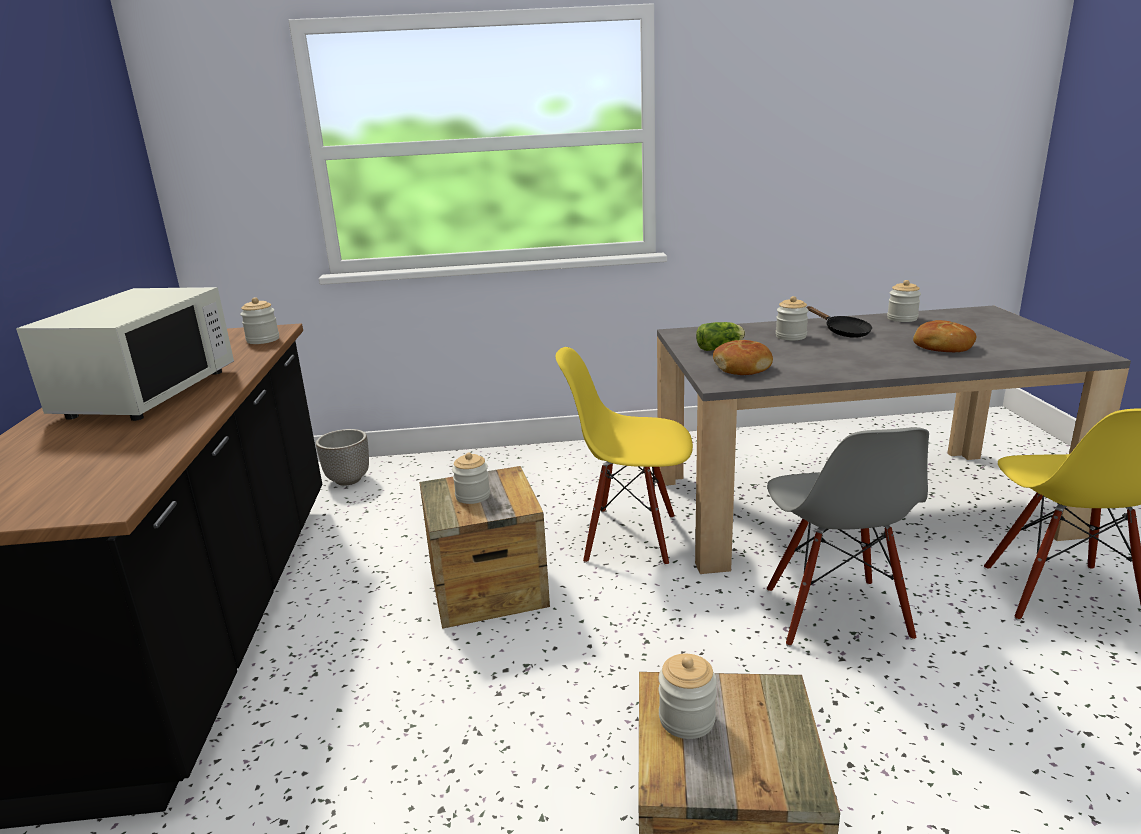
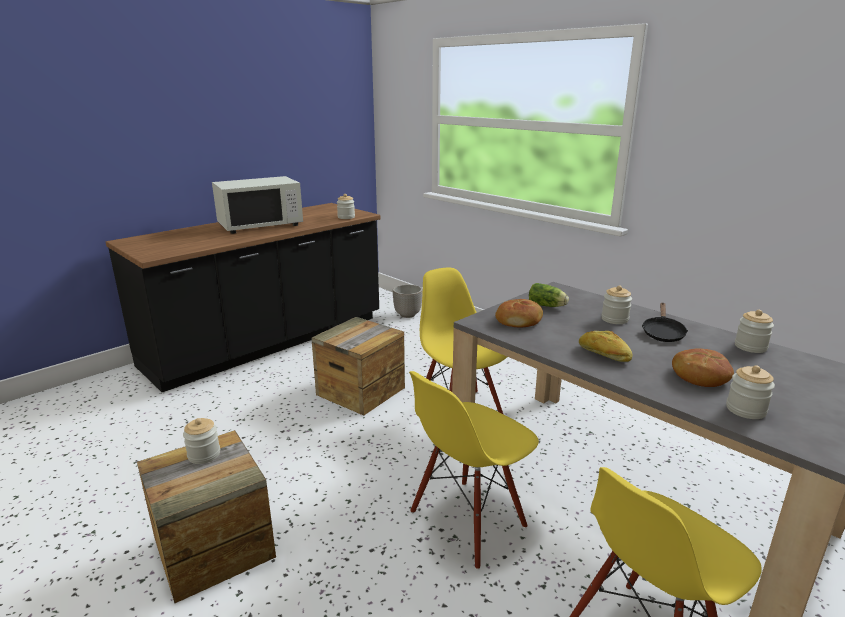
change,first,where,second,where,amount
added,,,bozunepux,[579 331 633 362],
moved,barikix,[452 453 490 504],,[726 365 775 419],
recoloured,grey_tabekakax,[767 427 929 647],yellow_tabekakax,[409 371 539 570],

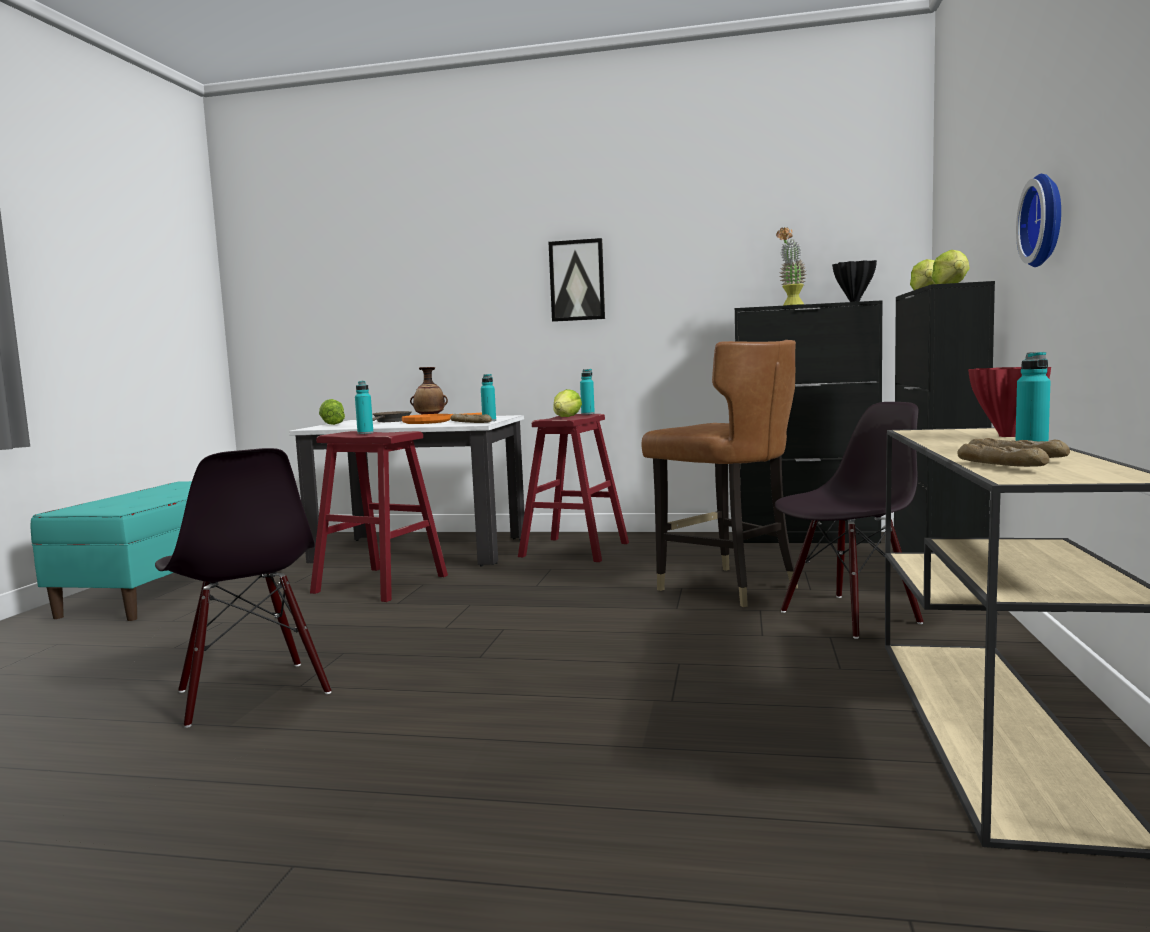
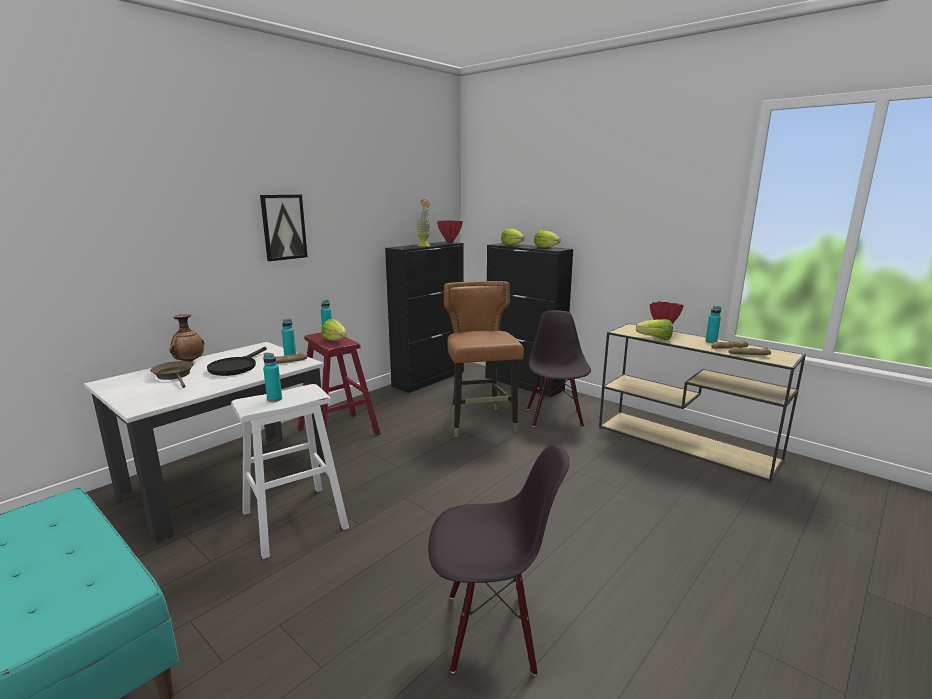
change,first,where,second,where,amount
removed,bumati,[1016 174 1061 267],,,
moved,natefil,[319 399 345 425],,[636 319 673 340],
recoloured,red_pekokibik,[310 431 448 602],white_pekokibik,[231 384 349 559],
recoloured,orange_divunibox,[402 413 482 424],black_divunibox,[207 347 267 376],
recoloured,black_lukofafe,[832 260 877 302],red_lukofafe,[437 220 463 244],
turned,brown_tabekakax,[641 340 798 607],,[444 281 524 437],90 degrees counterclockwise

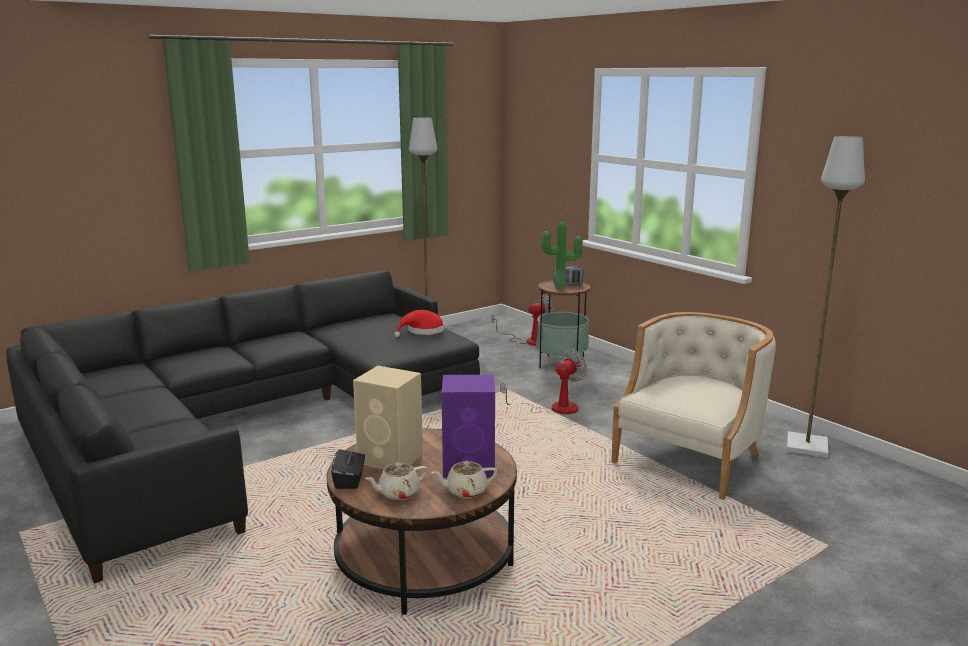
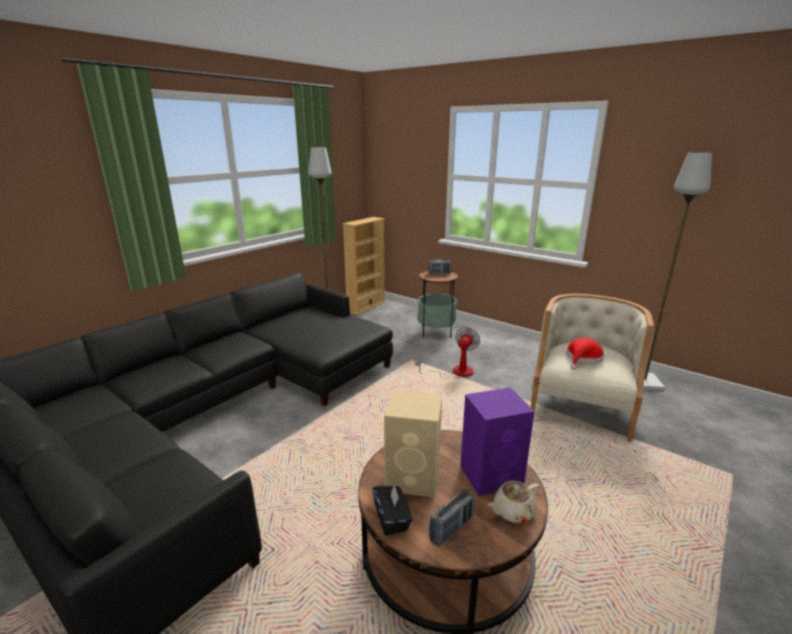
change,first,where,second,where,amount
removed,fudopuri,[492 295 554 346],,,
removed,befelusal,[542 222 583 290],,,
added,,,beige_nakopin,[342 217 386 315],
moved,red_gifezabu,[394 310 444 337],,[566 338 605 370],
replaced,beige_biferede,[365 462 428 500],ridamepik,[429 488 475 547],

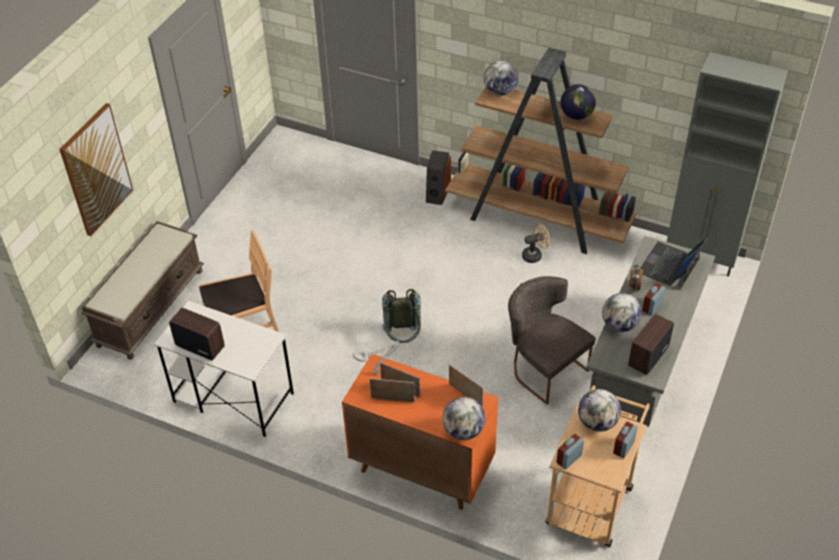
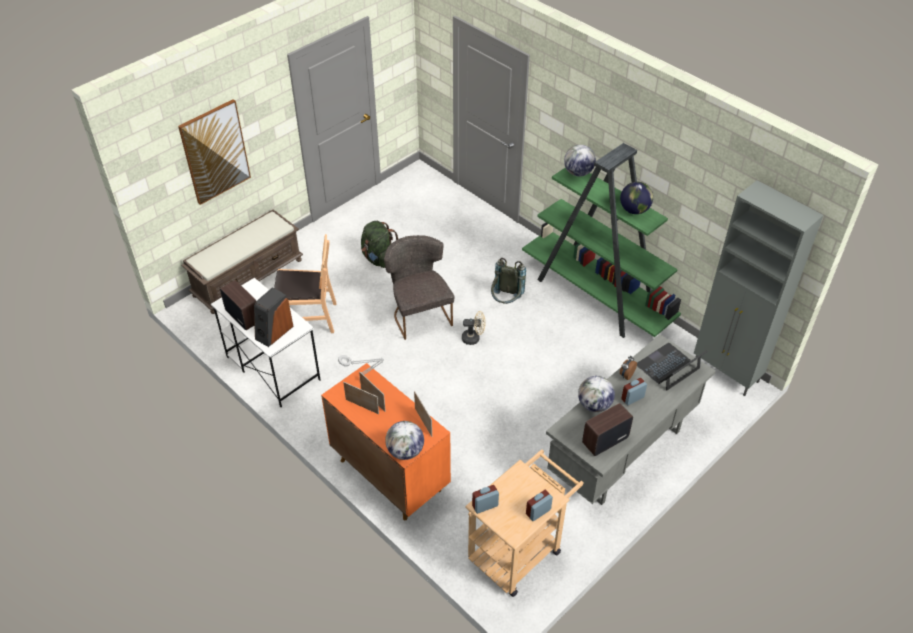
change,first,where,second,where,amount
removed,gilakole,[578 389 621 432],,,
added,,,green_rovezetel,[361 221 398 268],
moved,grey_rovezetel,[382 289 421 343],,[491 258 526 304],
moved,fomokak,[426 150 451 205],,[254 287 293 347],
moved,grey_tabekakax,[508 276 596 405],,[384 235 455 340],
moved,beige_fudopuri,[522 224 550 263],,[462 311 486 345],
recoloured,brown_nakopin,[445 48 637 254],green_nakopin,[522 143 681 338],

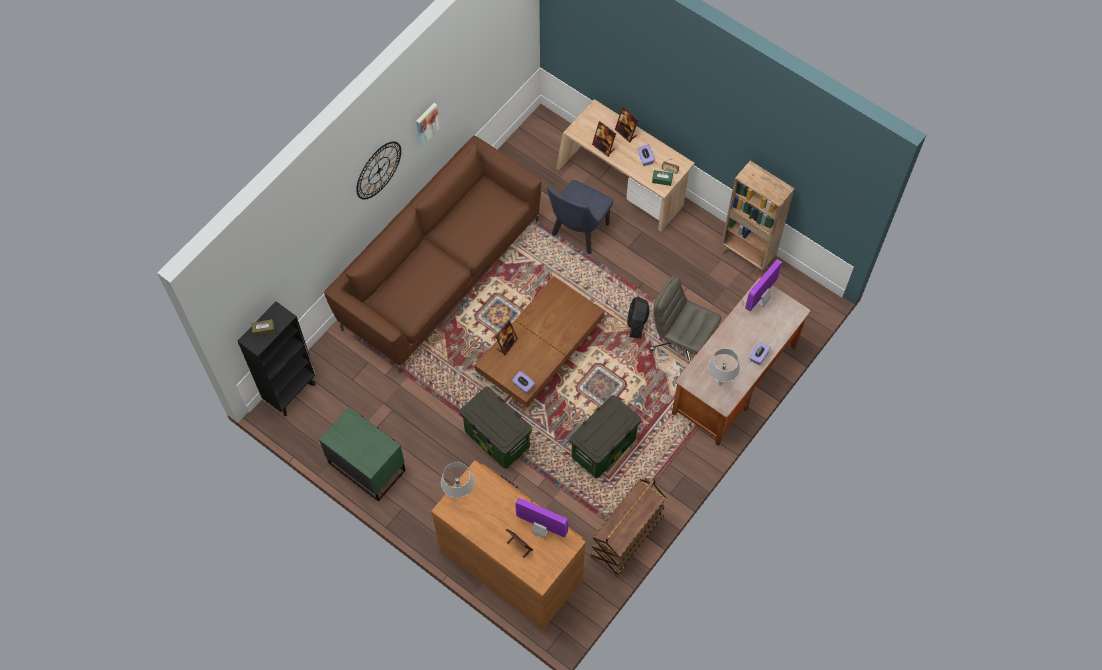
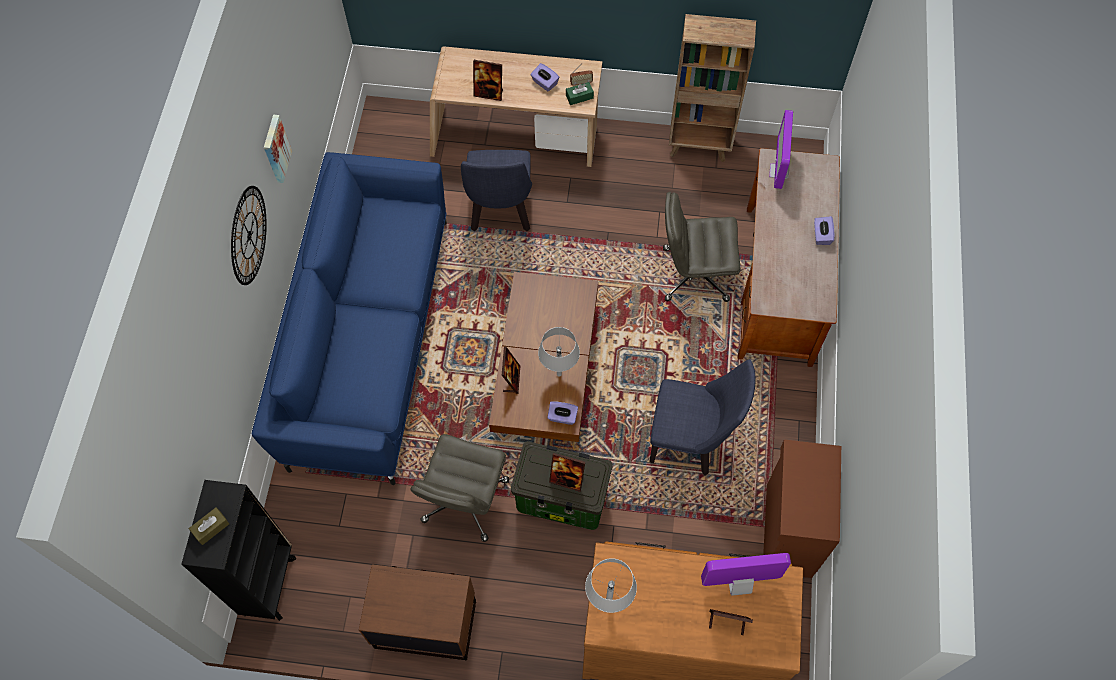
change,first,where,second,where,amount
removed,black_fudopuri,[627 297 650 339],,,
added,,,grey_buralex,[410 434 509 542],
moved,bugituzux,[615 106 638 143],,[549 453 585 492],
moved,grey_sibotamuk,[708 348 740 386],,[538 327 580 377],
replaced,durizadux,[570 395 641 478],blue_tabekakax,[650 359 756 476],
replaced,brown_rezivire,[591 479 666 577],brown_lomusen,[763 440 841 578],
recoloured,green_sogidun,[319 407 406 501],brown_sogidun,[359 564 476 660],
recoloured,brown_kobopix,[324 136 541 373],blue_kobopix,[252 152 447 485],

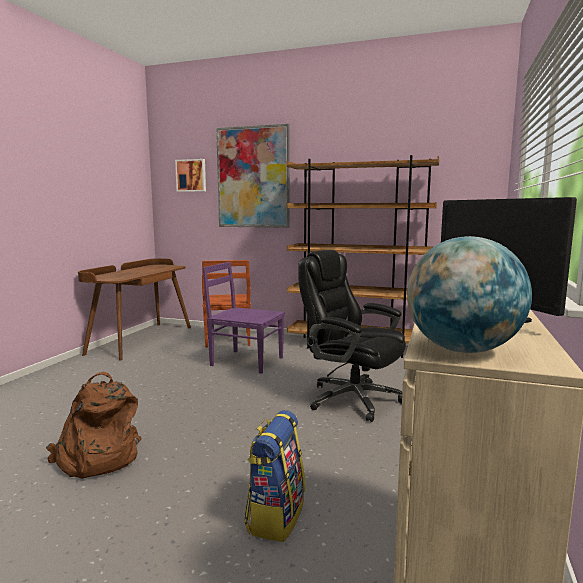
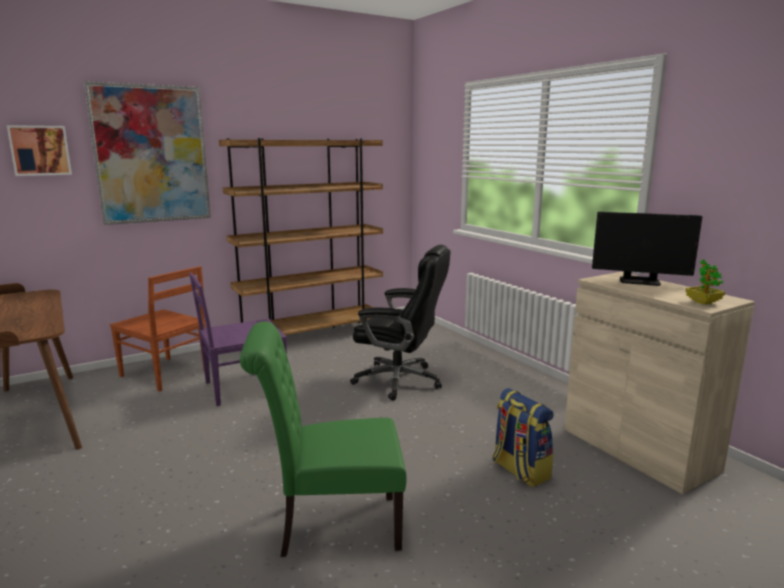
change,first,where,second,where,amount
replaced,brown_rovezetel,[46 371 141 478],green_tabekakax,[240 322 407 557],
replaced,gilakole,[407 236 532 353],befelusal,[685 259 725 305],
turned,black_buralex,[298 250 406 422],,[350 245 451 401],150 degrees counterclockwise

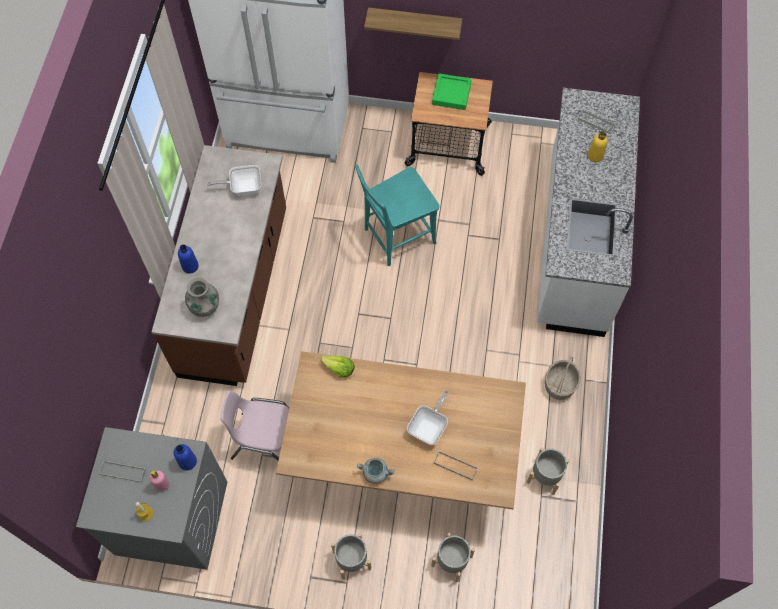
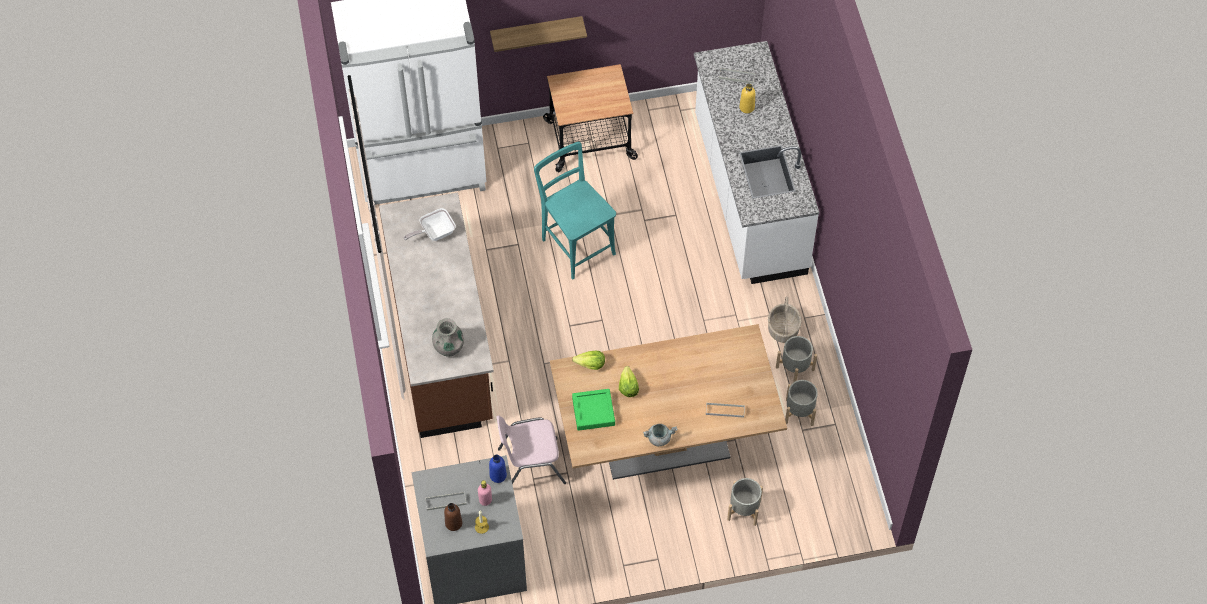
change,first,where,second,where,amount
removed,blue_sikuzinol,[178 244 199 274],,,
removed,divunibox,[407 390 449 445],,,
added,,,brown_sikuzinol,[444 503 462 531],
added,,,natefil,[619 366 639 397],
moved,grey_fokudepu,[331 533 371 580],,[776 336 817 383],
moved,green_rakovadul,[432 73 472 110],,[572 389 615 431],
turned,turquoise_tabekakax,[355 165 439 266],,[534 142 616 279],105 degrees clockwise

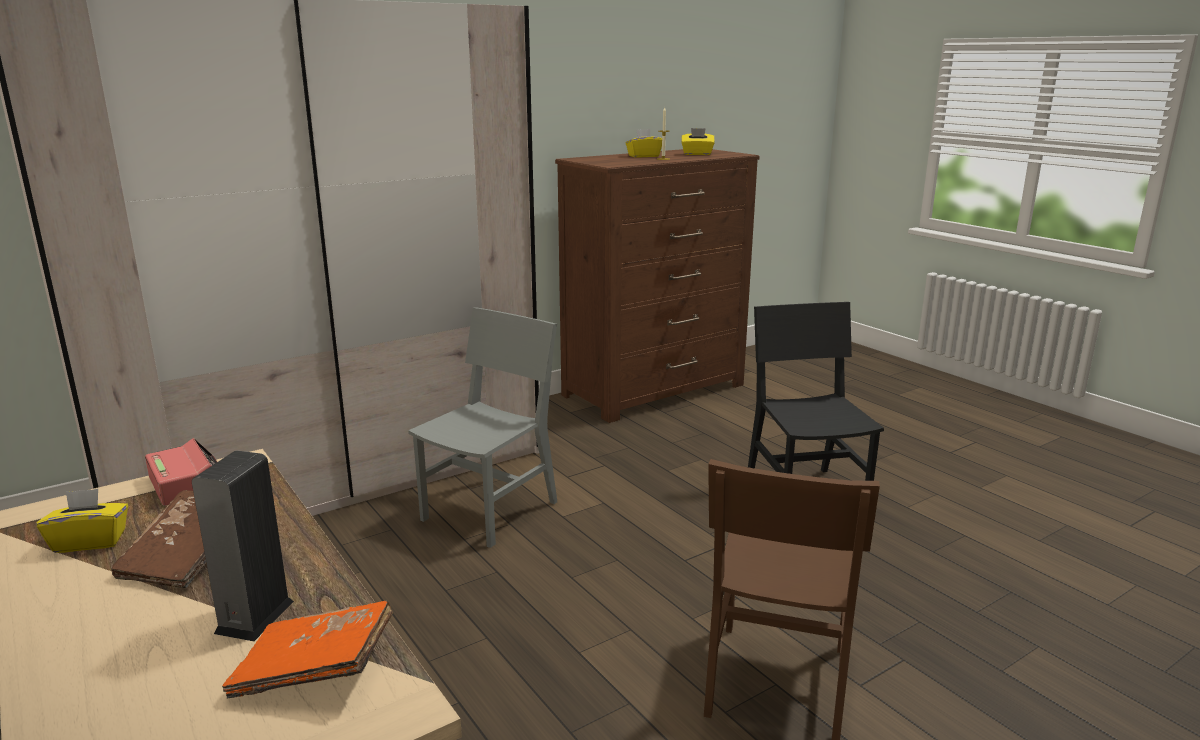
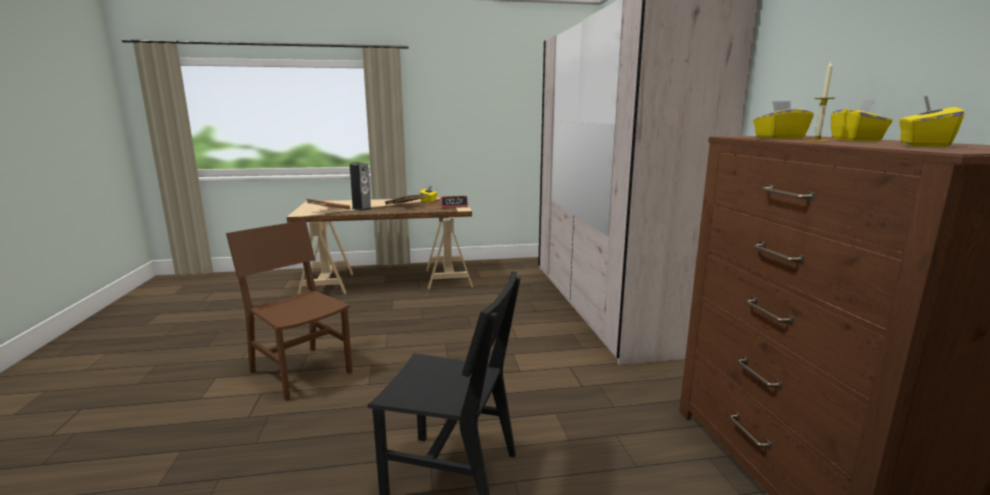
change,first,where,second,where,amount
removed,grey_tabekakax,[408 307 557 548],,,
added,,,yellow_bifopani,[753 101 814 139],

